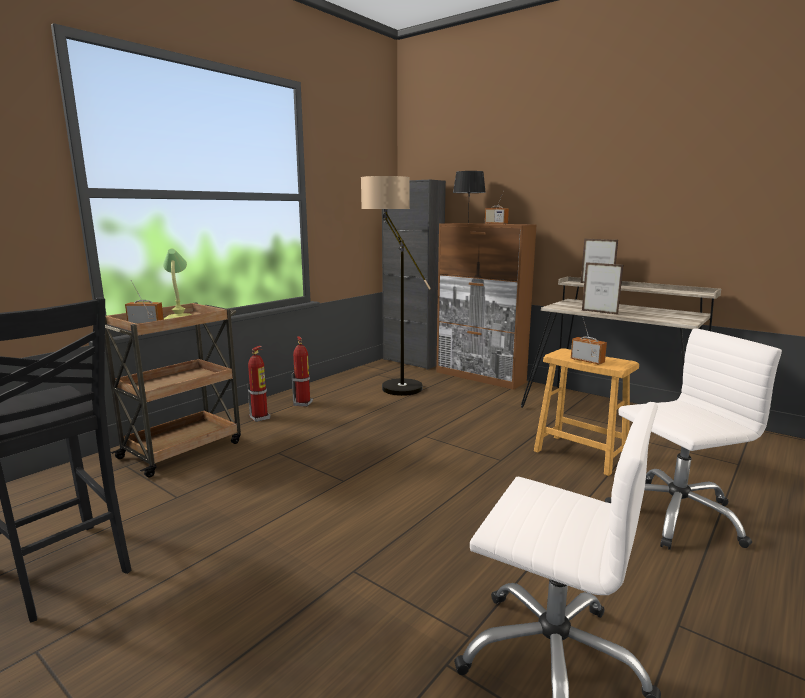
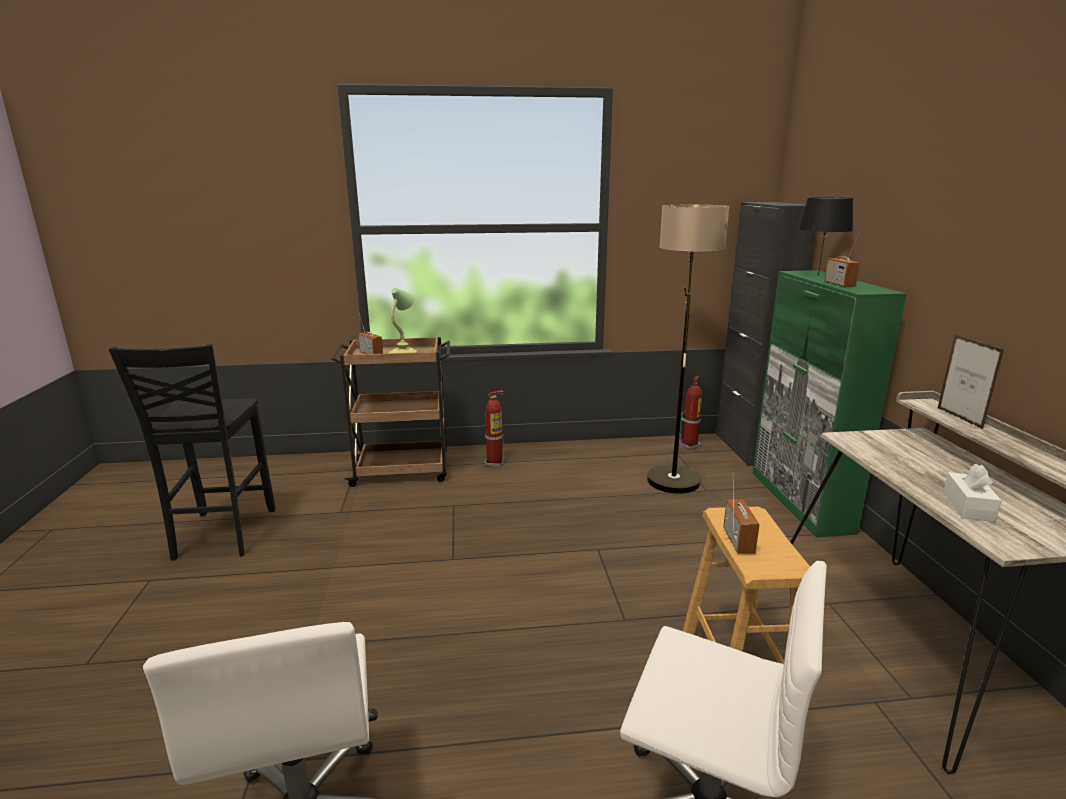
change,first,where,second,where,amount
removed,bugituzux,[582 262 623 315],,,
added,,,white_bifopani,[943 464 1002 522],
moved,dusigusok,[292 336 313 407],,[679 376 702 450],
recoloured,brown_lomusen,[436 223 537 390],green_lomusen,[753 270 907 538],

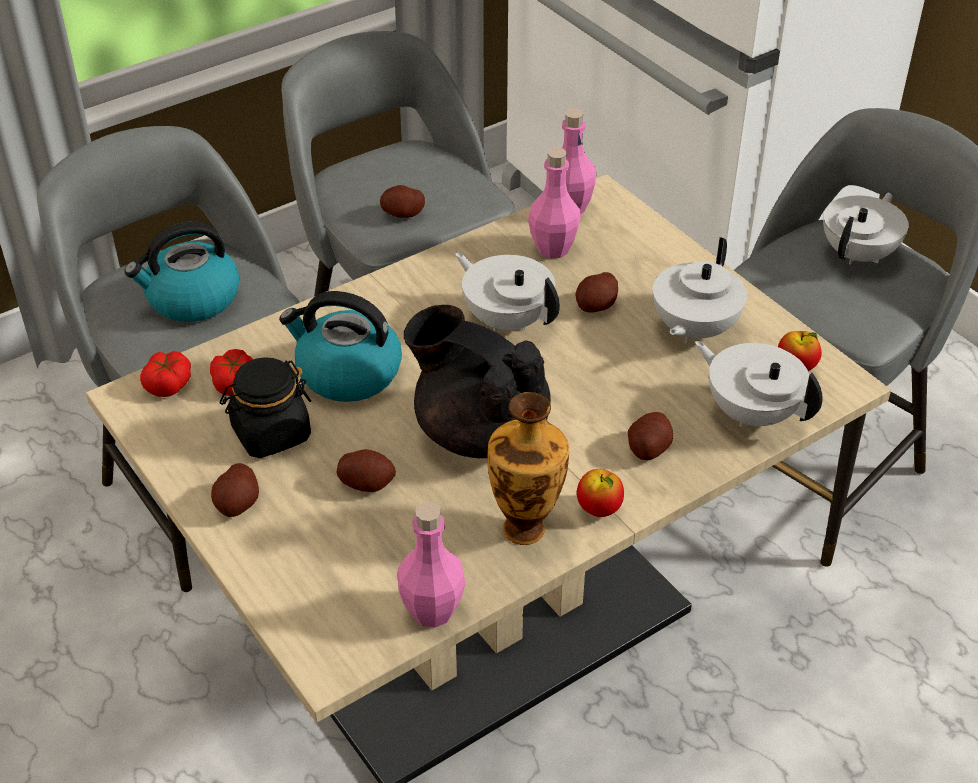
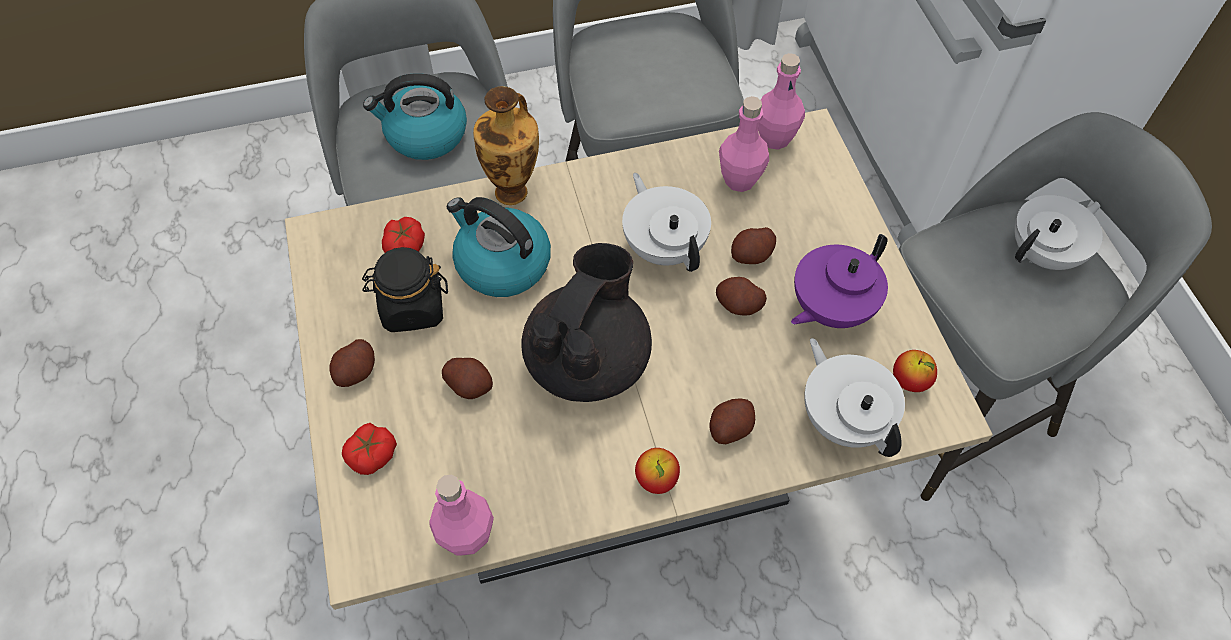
change,first,where,second,where,amount
moved,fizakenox,[140 351 191 397],,[342 423 397 475],
moved,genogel,[380 185 425 218],,[716 277 767 316],
moved,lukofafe,[487 392 569 545],,[473 86 539 205],
recoloured,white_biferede,[653 237 747 344],purple_biferede,[791 234 888 328],
turned,black_biferede,[404 305 551 458],,[521 243 652 402],60 degrees clockwise

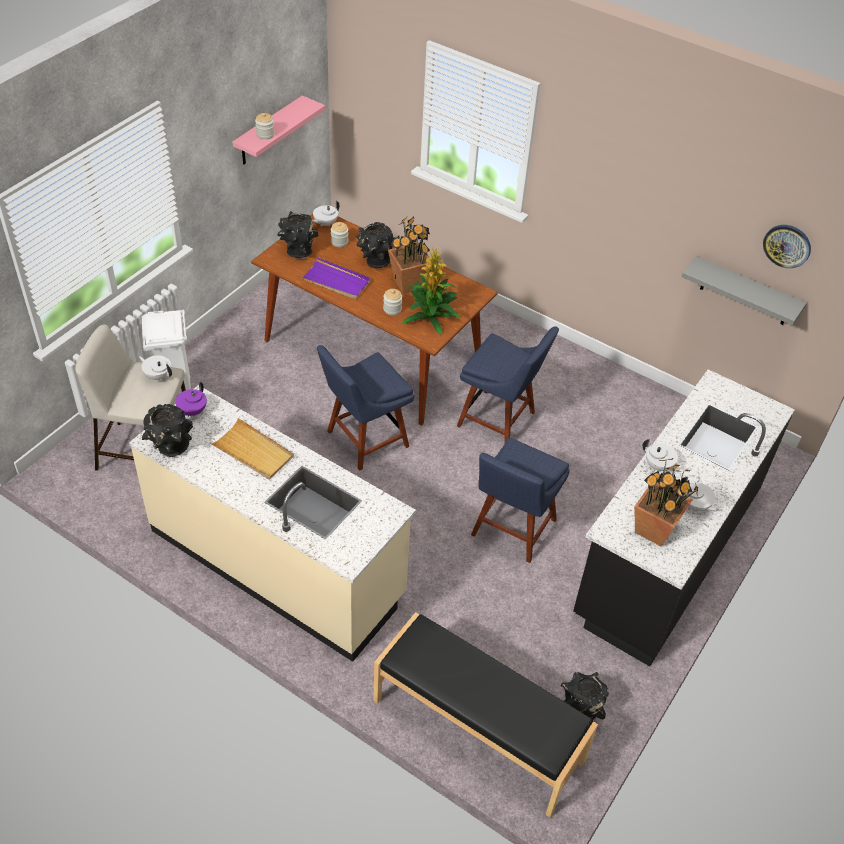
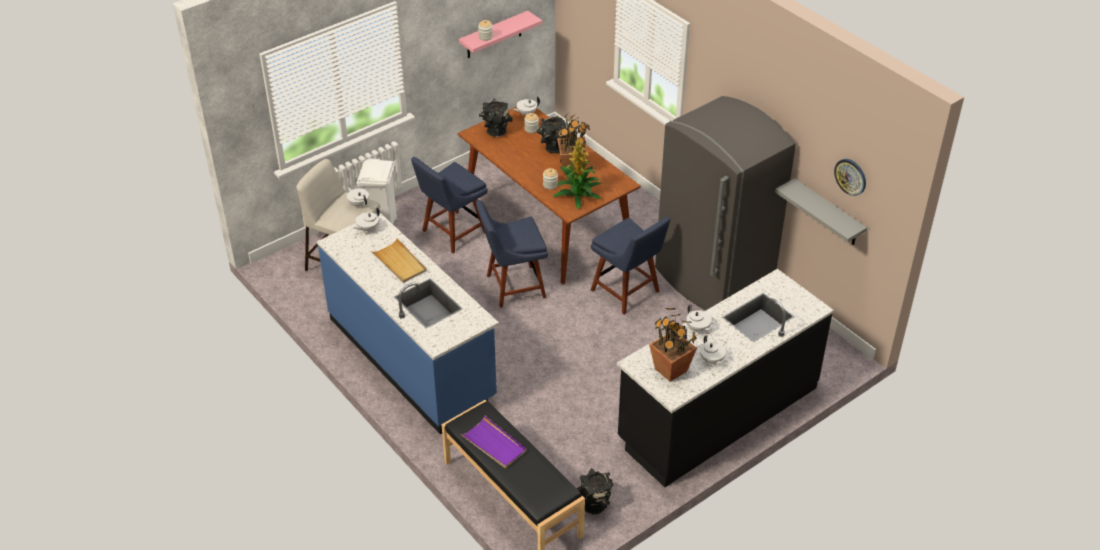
change,first,where,second,where,amount
removed,black_lukofafe,[142 404 193 457],,,
added,,,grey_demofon,[655 96 796 311],
moved,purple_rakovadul,[299 257 371 299],,[460 415 527 468],
moved,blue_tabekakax,[471 438 570 563],,[411 157 488 253],
recoloured,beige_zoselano,[129 385 416 662],blue_zoselano,[317 213 499 435],
recoloured,purple_biferede,[175 382 207 417],white_biferede,[354 207 380 232],

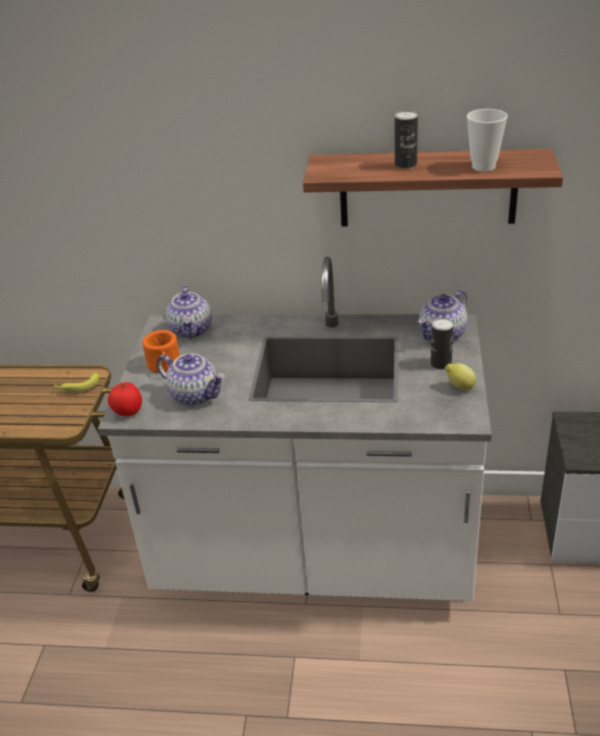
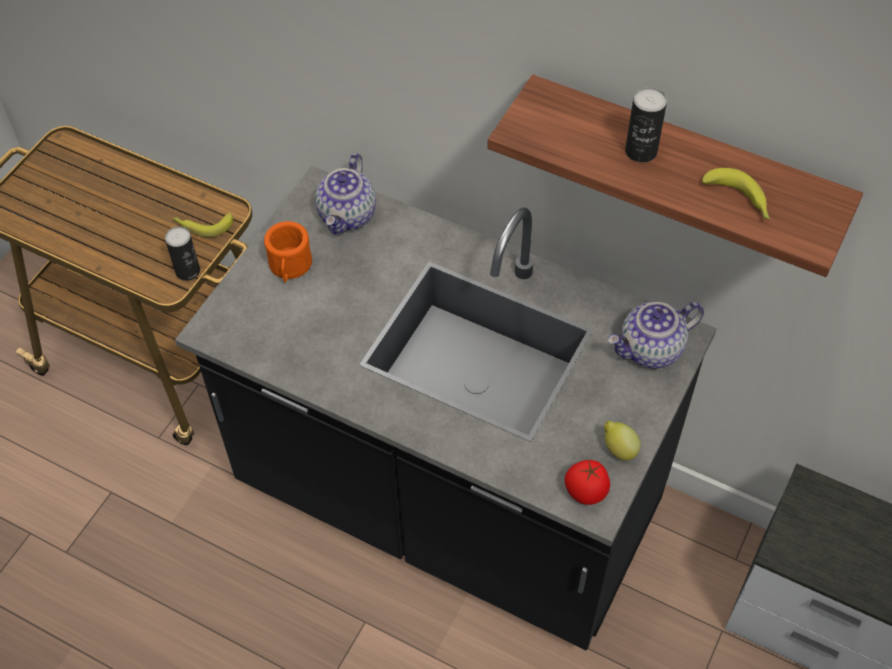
change,first,where,second,where,amount
removed,biferede,[157 354 225 406],,,
moved,fizakenox,[108 382 142 416],,[565 460 610 505],
moved,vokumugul,[430 318 454 369],,[165 227 200 281],
replaced,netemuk,[467 109 508 171],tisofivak,[702 168 770 219],
recoloured,white_zoselano,[98 257 492 601],black_zoselano,[175 166 717 651],

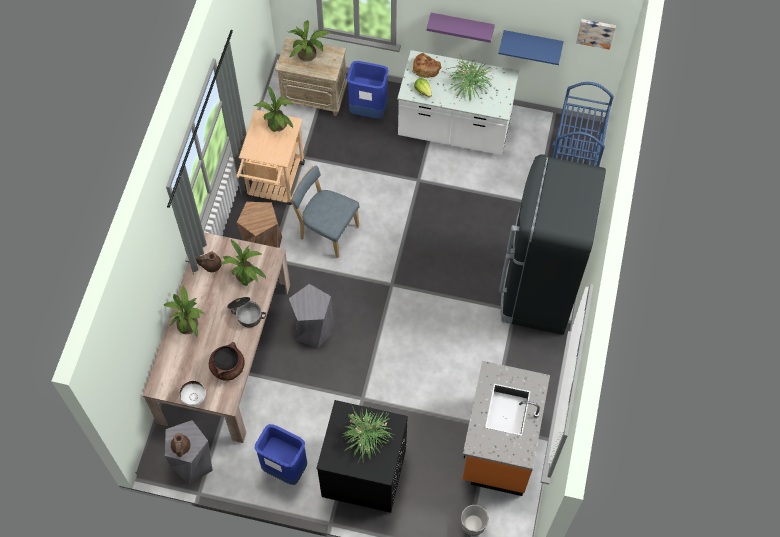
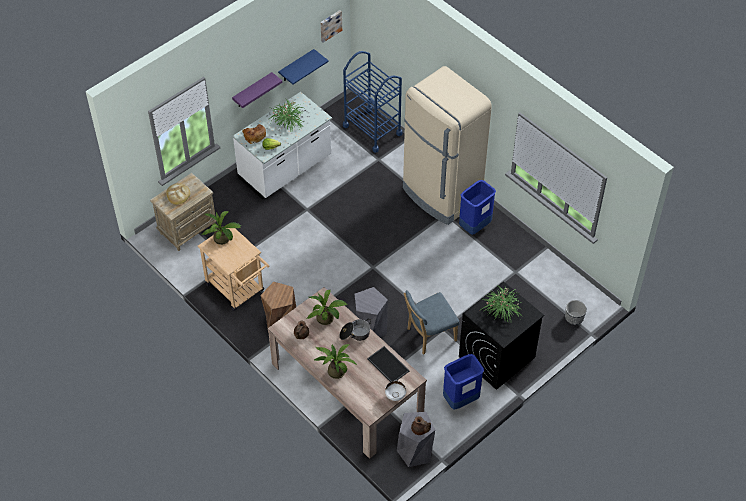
change,first,where,second,where,amount
removed,orange_zoselano,[462 361 550 496],,,
moved,blue_tabekakax,[290 166 360 258],,[404 290 459 354],
moved,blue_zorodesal,[347 61 389 119],,[459 180 496 235],
replaced,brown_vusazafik,[209 342 245 381],rakovadul,[367 346 409 382],
replaced,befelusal,[289 20 331 62],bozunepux,[166 183 190 205],
recoloured,black_demofon,[499 154 606 335],beige_demofon,[403 66 492 225],

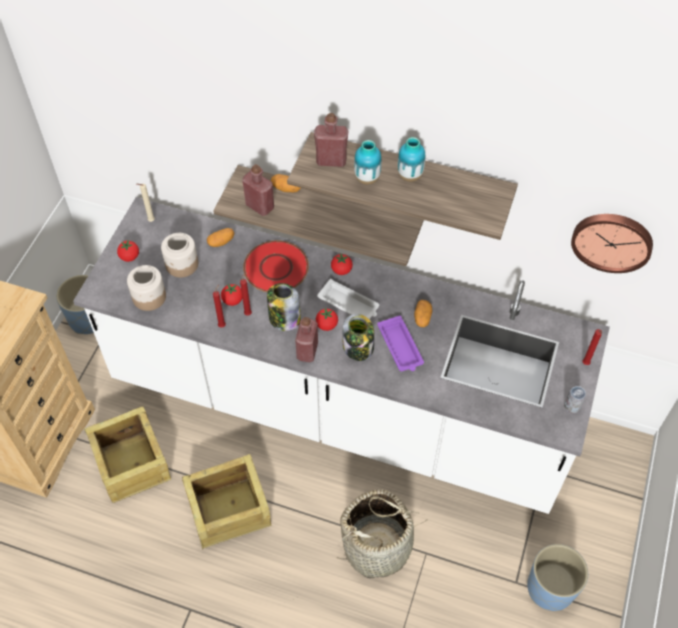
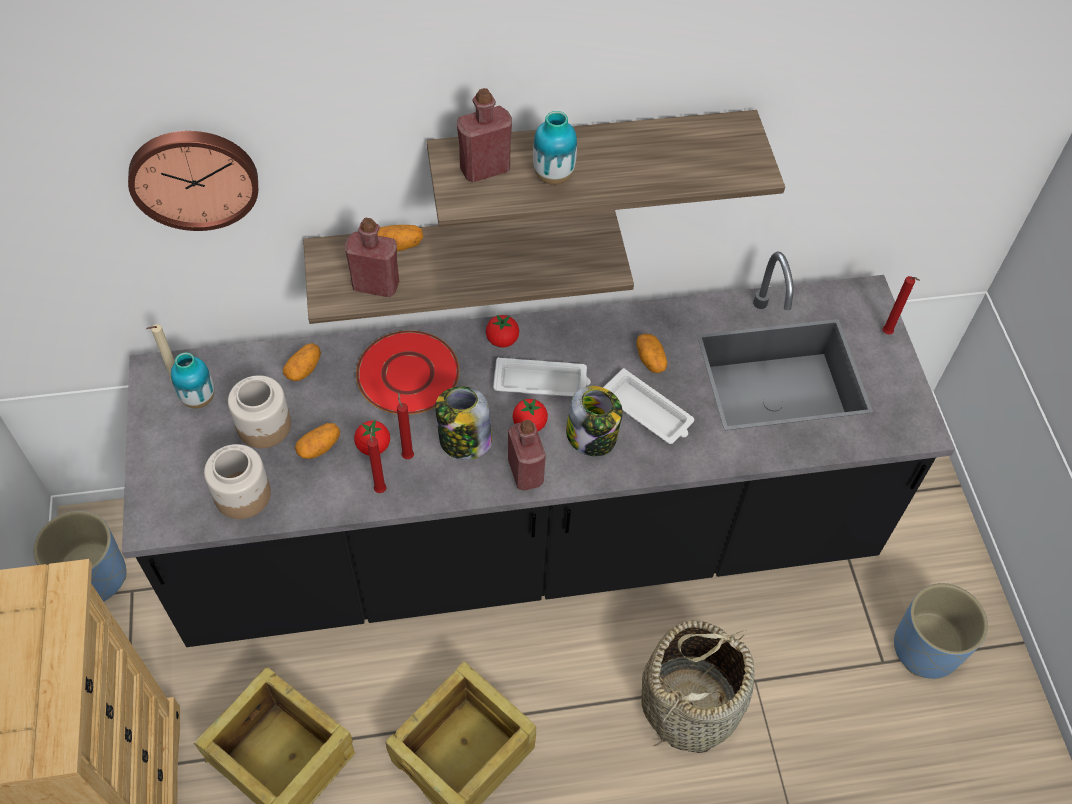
change,first,where,second,where,amount
removed,fizakenox,[117 240 139 262],,,
removed,vokumugul,[564 386 586 413],,,
added,,,genogel,[295 423 340 459],
moved,lukofafe,[398 137 425 182],,[171 352 214 408],
moved,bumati,[571 214 653 273],,[128 131 258 231],
recoloured,white_zoselano,[73 197 610 514],black_zoselano,[122 252 955 647],
recoloured,purple_rakovadul,[377 315 424 371],white_rakovadul,[603 368 694 444],

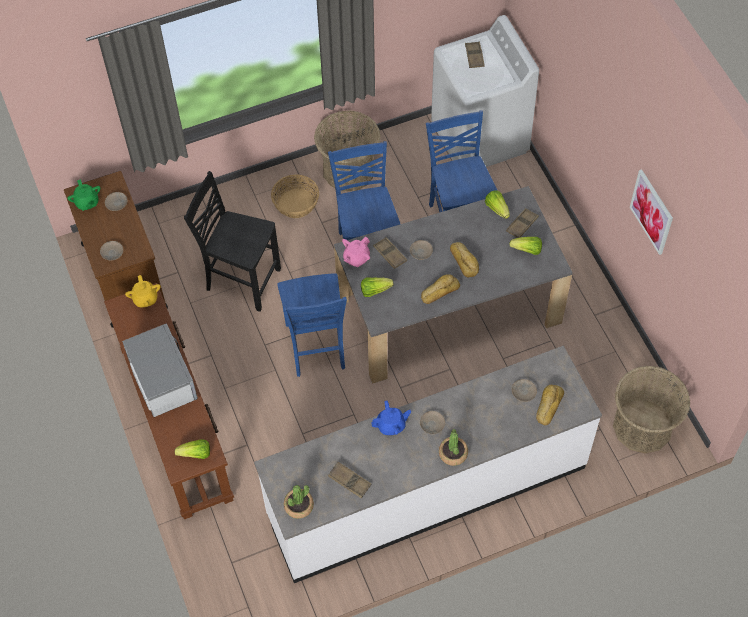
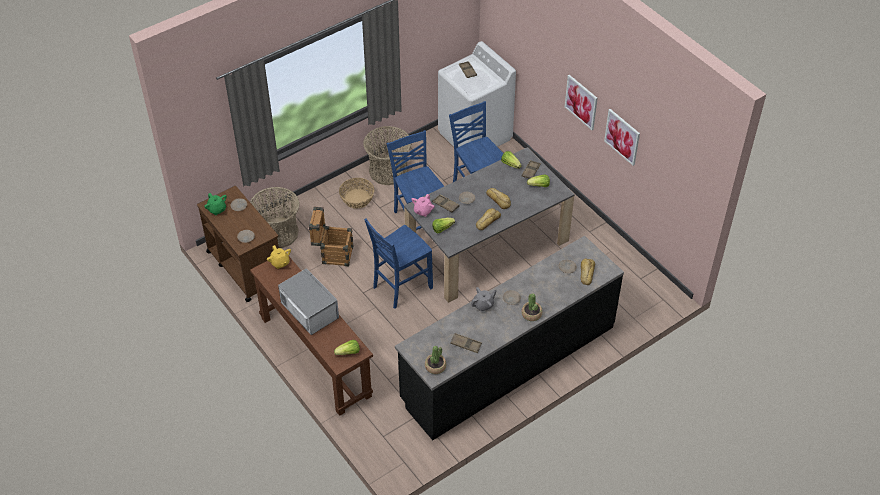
change,first,where,second,where,amount
added,,,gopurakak,[565 75 598 130],
moved,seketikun,[613 366 690 454],,[250 187 300 248],
replaced,black_tabekakax,[184 171 281 312],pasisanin,[309 207 354 267],
recoloured,white_zoselano,[254 346 602 583],black_zoselano,[395 236 624 440],
recoloured,blue_biferede,[371 400 411 435],grey_biferede,[471 287 496 312],
turned,blue_tabekakax,[277 273 347 377],,[364 218 433 309],75 degrees clockwise

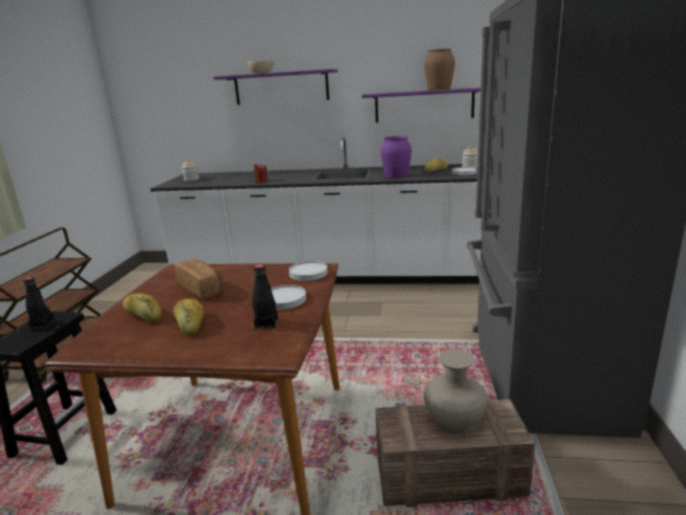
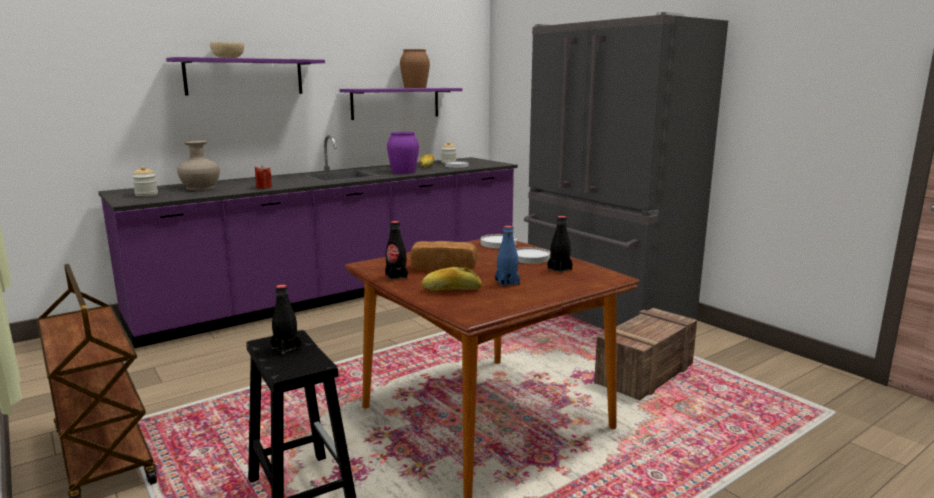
change,first,where,second,where,amount
added,,,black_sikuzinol,[385 221 408 280],
moved,beige_lukofafe,[424 349 487 434],,[177 141 220 190],
replaced,bozunepux,[173 299 204 335],blue_sikuzinol,[495 225 520 287],
recoloured,white_zoselano,[150 137 482 284],purple_zoselano,[98 135 518 348],

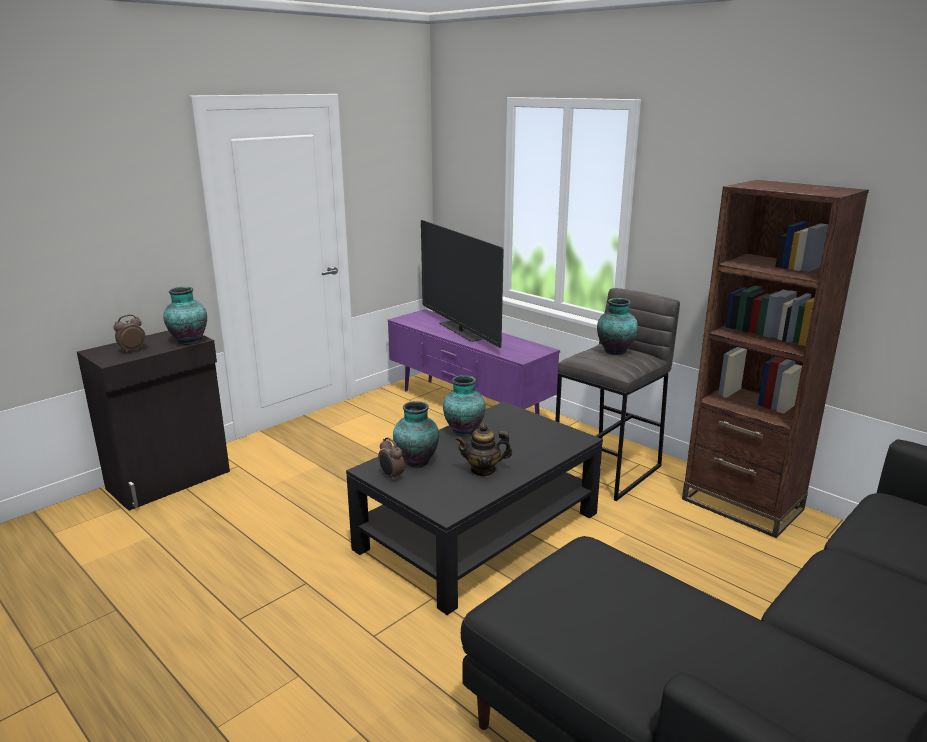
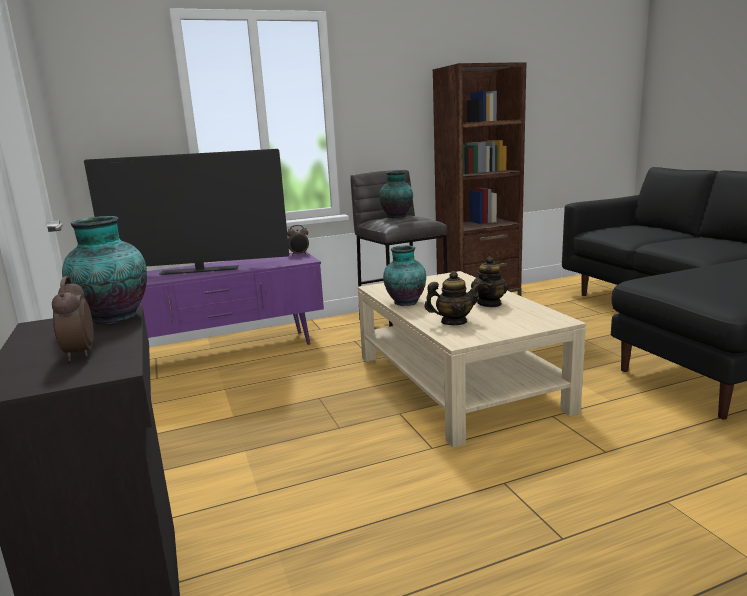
change,first,where,second,where,amount
moved,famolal,[378 437 404 482],,[287 225 309 256],
replaced,lukofafe,[393 401 439 468],biferede,[424 271 482 325],
recoloured,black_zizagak,[346 401 603 615],beige_zizagak,[358 271 586 448],

